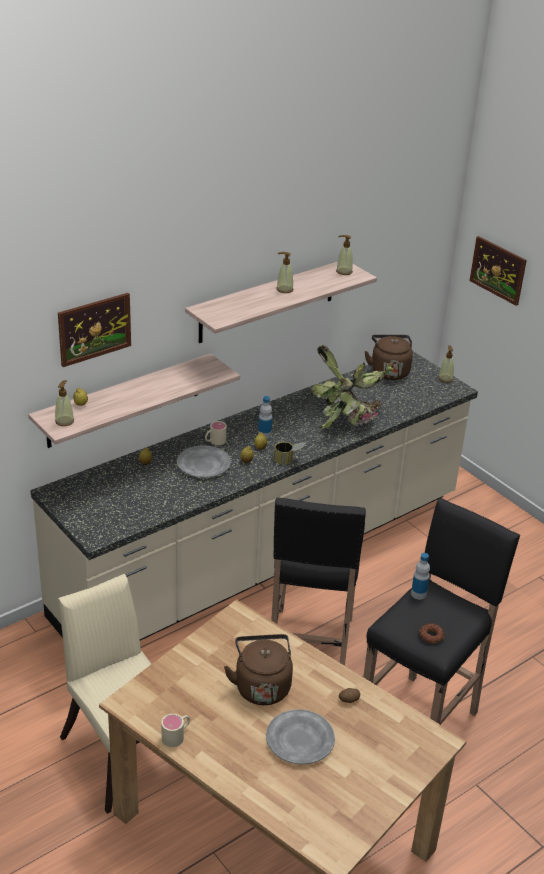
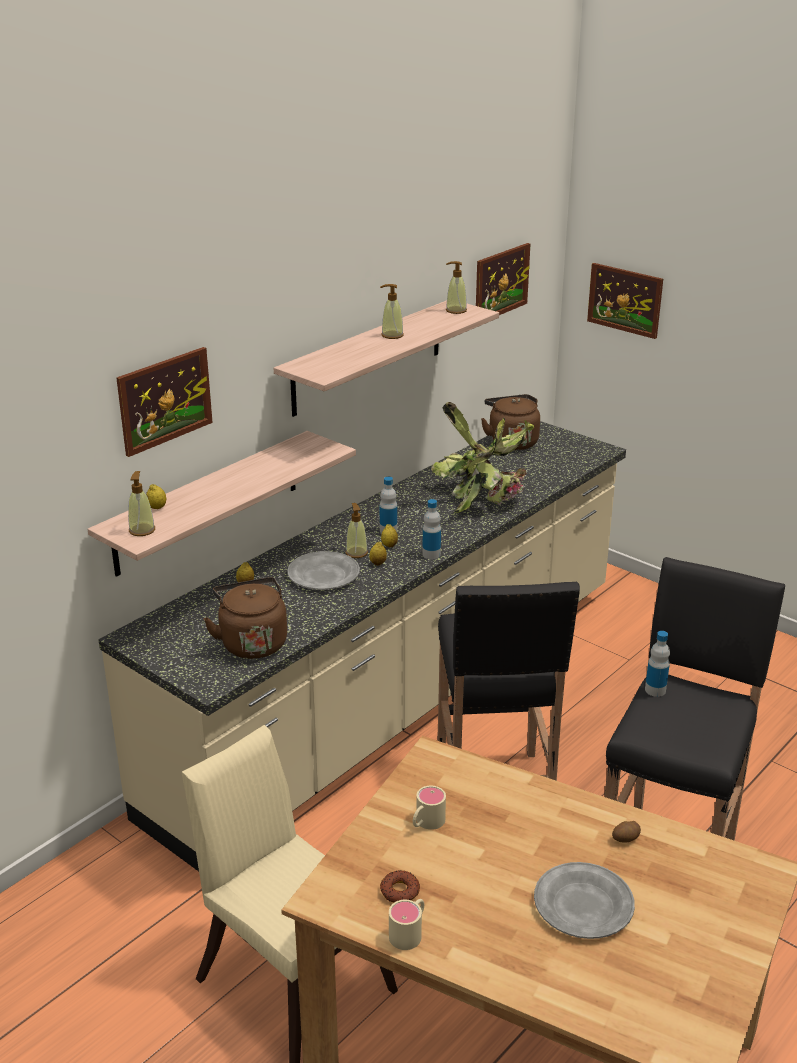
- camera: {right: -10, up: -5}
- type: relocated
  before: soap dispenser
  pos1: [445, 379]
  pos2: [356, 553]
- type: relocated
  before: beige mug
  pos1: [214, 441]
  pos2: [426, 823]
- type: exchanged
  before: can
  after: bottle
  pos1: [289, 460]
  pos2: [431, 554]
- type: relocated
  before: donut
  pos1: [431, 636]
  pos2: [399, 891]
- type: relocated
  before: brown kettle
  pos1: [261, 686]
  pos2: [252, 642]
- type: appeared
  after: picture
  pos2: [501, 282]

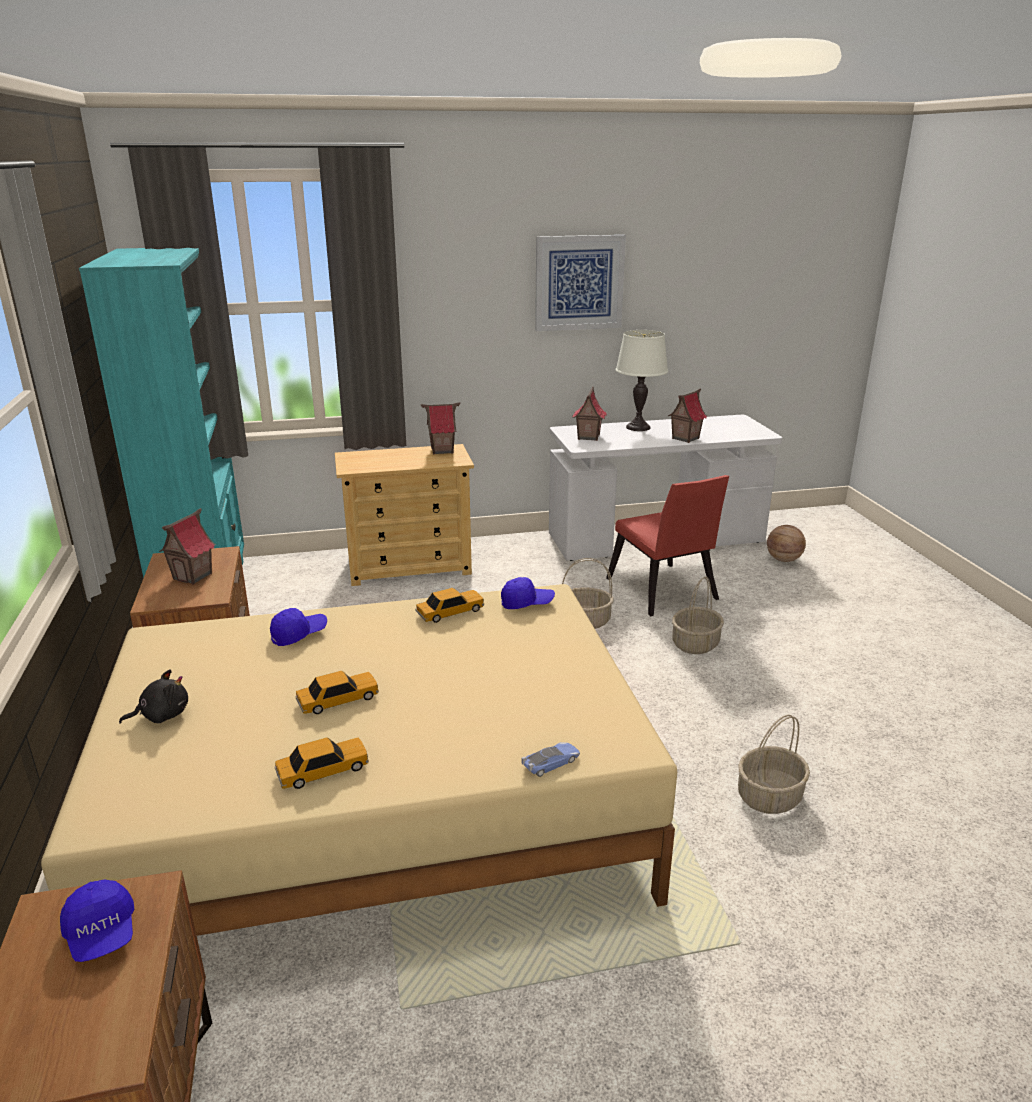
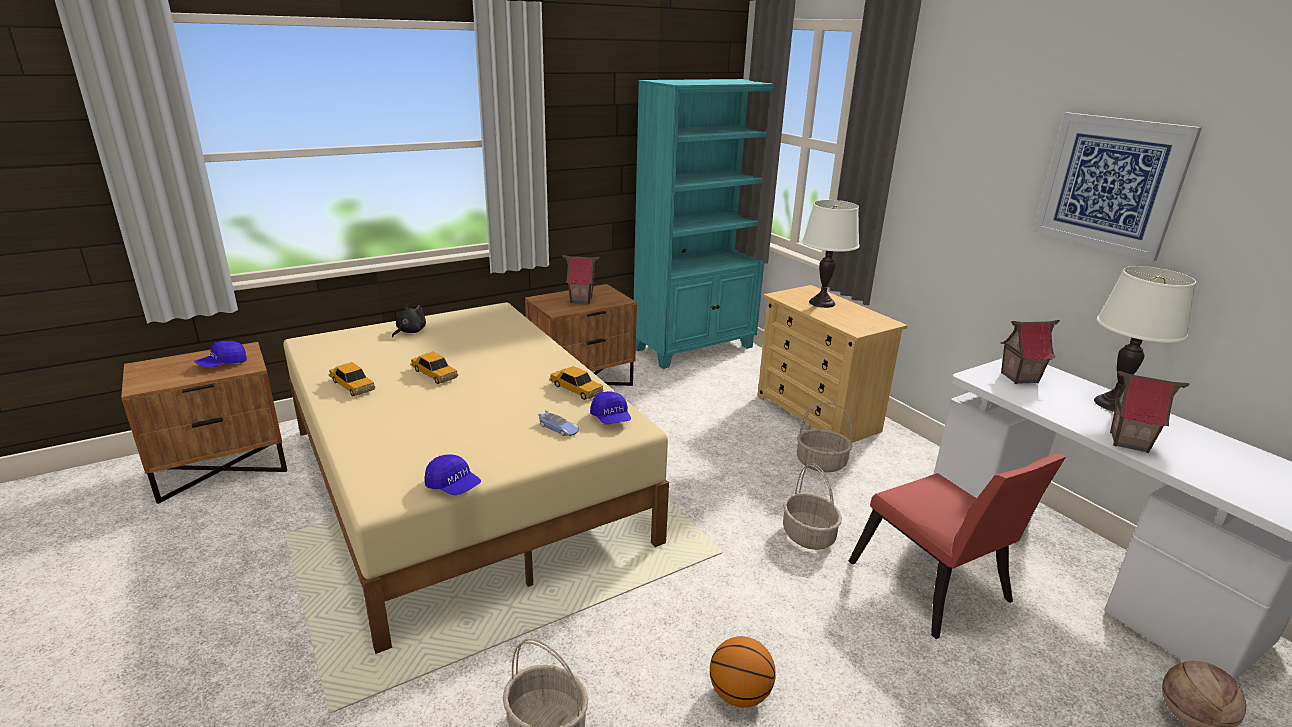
- camera: {right: 70, up: 0}
- type: missing
  before: toy house
  pos1: [442, 450]
- type: spun
  before: red chair
  pos1: [663, 593]
  pos2: [933, 589]
  turn: -75
- type: relocated
  before: basket
  pos1: [695, 644]
  pos2: [820, 463]
- type: relocated
  before: blue cap
  pos1: [299, 634]
  pos2: [453, 486]
- type: spun
  before: black plush toy
  pos1: [162, 715]
  pos2: [410, 331]
  turn: -105
- type: relocated
  before: toy car
  pos1: [551, 762]
  pos2: [559, 428]
- type: appeared
  after: white table lamp
  pos2: [822, 303]
- type: appeared
  after: basketball
  pos2: [739, 694]

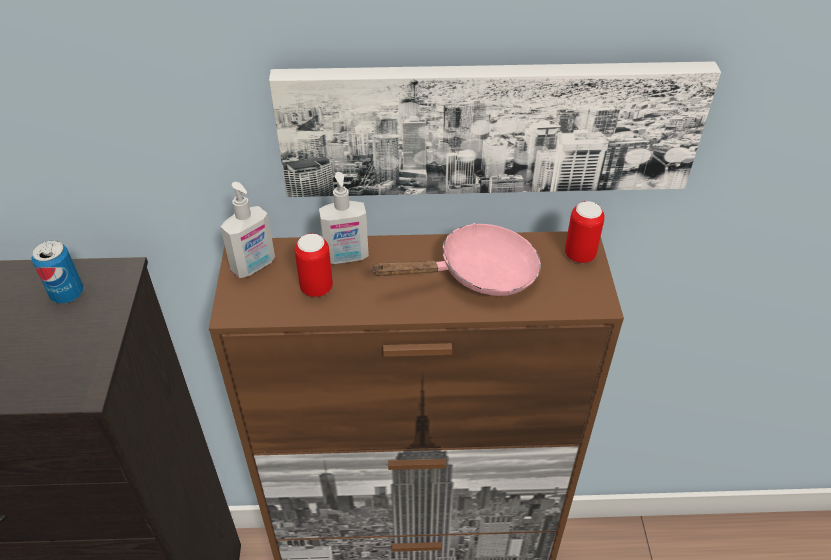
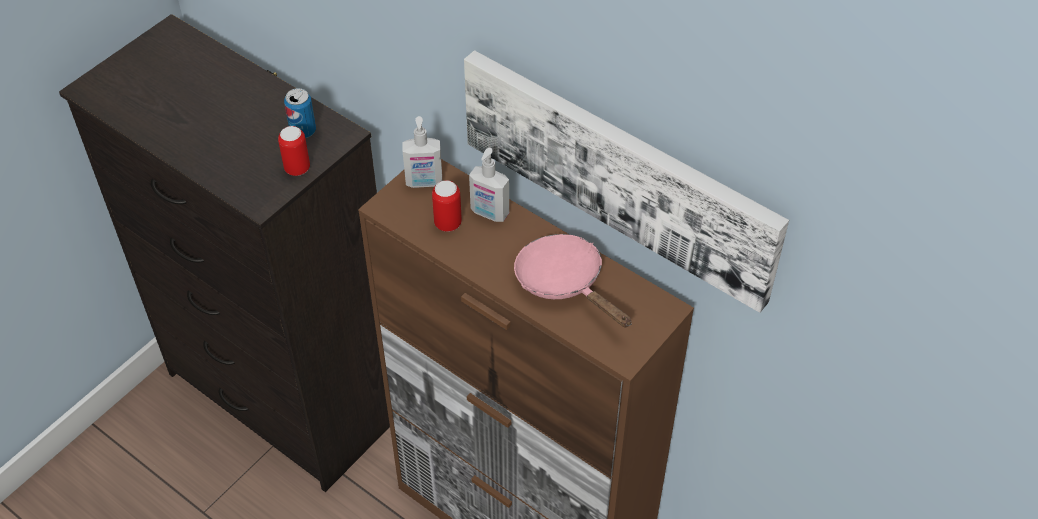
- camera: {right: 40, up: 5}
- type: relocated
  before: can
  pos1: [579, 255]
  pos2: [297, 168]
- type: spun
  before: pink frying pan
  pos1: [478, 274]
  pos2: [565, 282]
  turn: -150

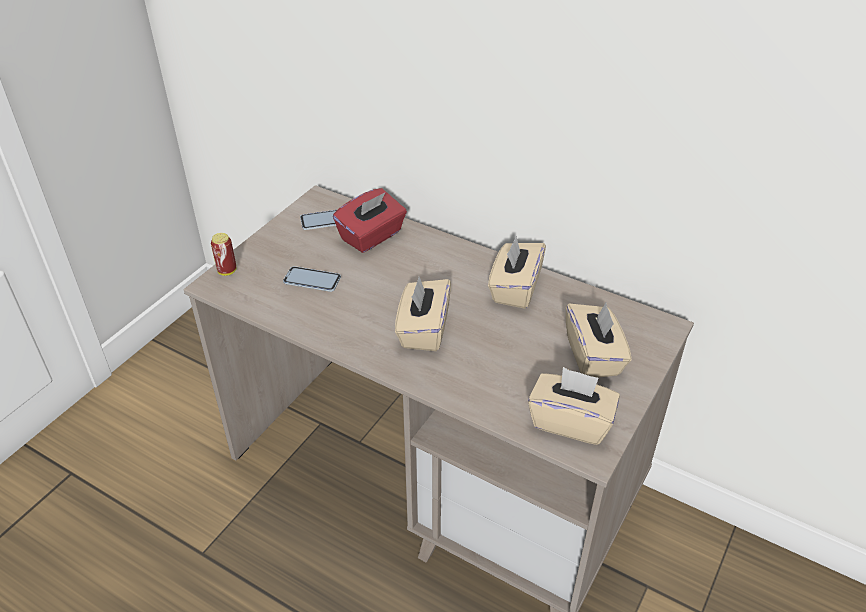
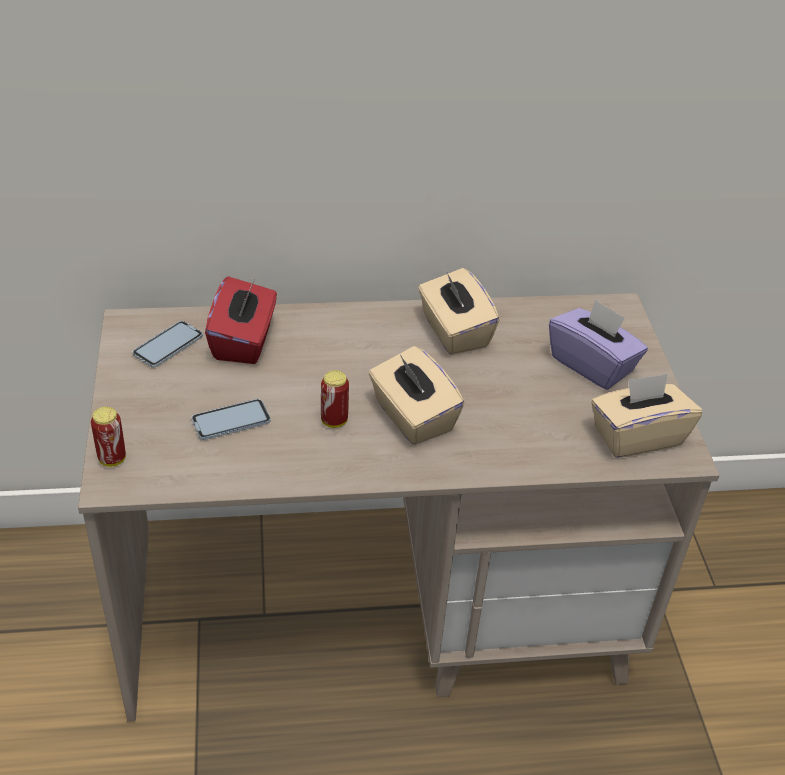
- camera: {right: -40, up: 0}
- type: colour
  before: beige tissue box
  after: purple tissue box
  pos1: [593, 356]
  pos2: [592, 365]
- type: appeared
  after: can
  pos2: [334, 421]

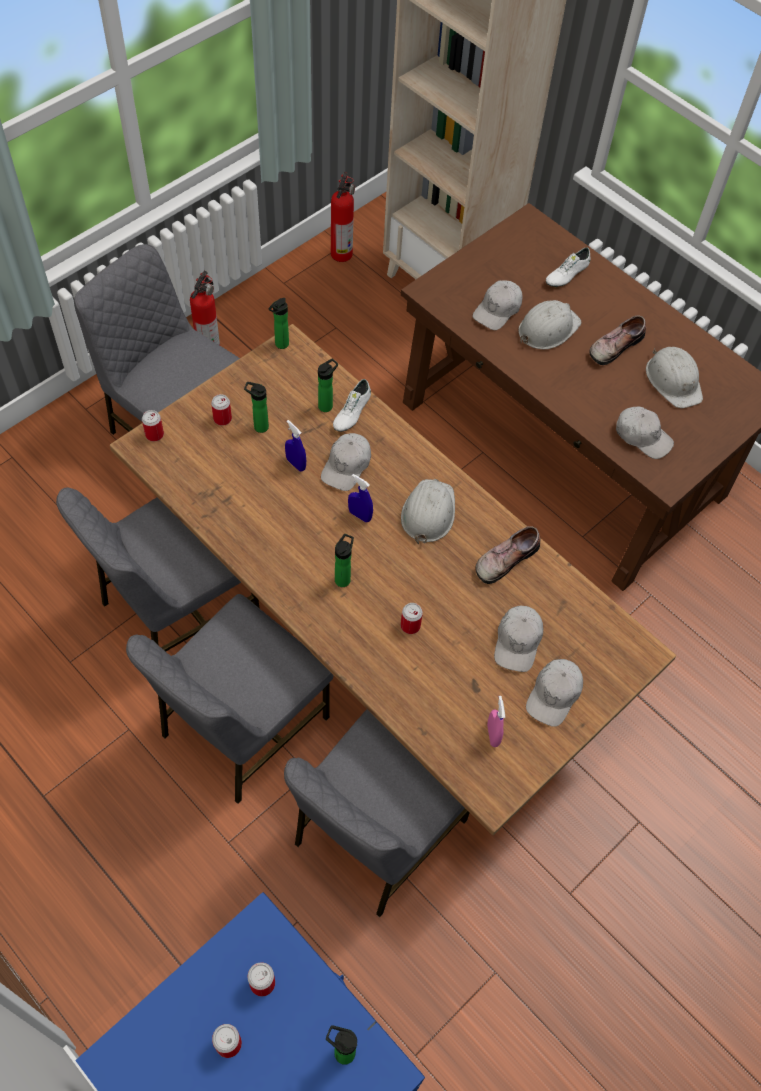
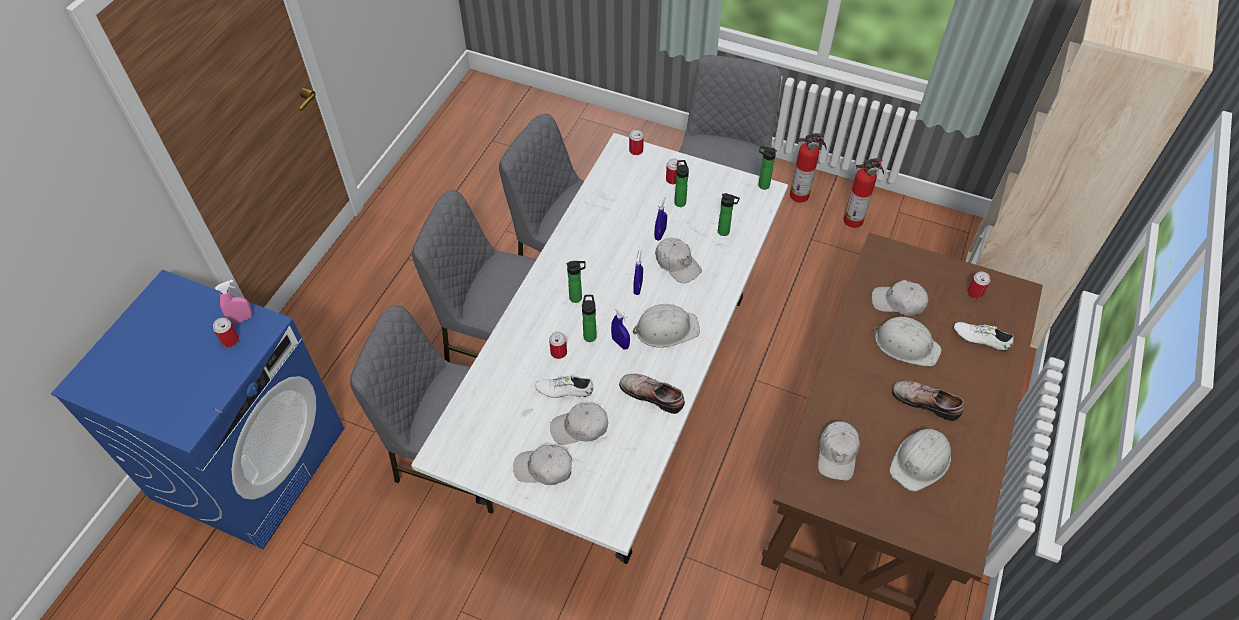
- camera: {right: 70, up: -5}
- type: relocated
  before: fire extinguisher
  pos1: [342, 253]
  pos2: [854, 220]
- type: colour
  before: brown dining table
  after: white dining table
  pos1: [374, 631]
  pos2: [619, 392]
- type: relocated
  before: white shoe
  pos1: [352, 412]
  pos2: [564, 390]
- type: spun
  before: white cap
  pos1: [347, 466]
  pos2: [677, 264]
  turn: -135
- type: relocated
  before: pink spray bottle
  pos1: [492, 735]
  pos2: [242, 319]
- type: relocated
  before: can
  pos1: [228, 1044]
  pos2: [974, 293]
- type: relocated
  before: bottle
  pos1: [341, 1051]
  pos2: [590, 335]
- type: appeared
  after: blue spray bottle
  pos2: [620, 343]

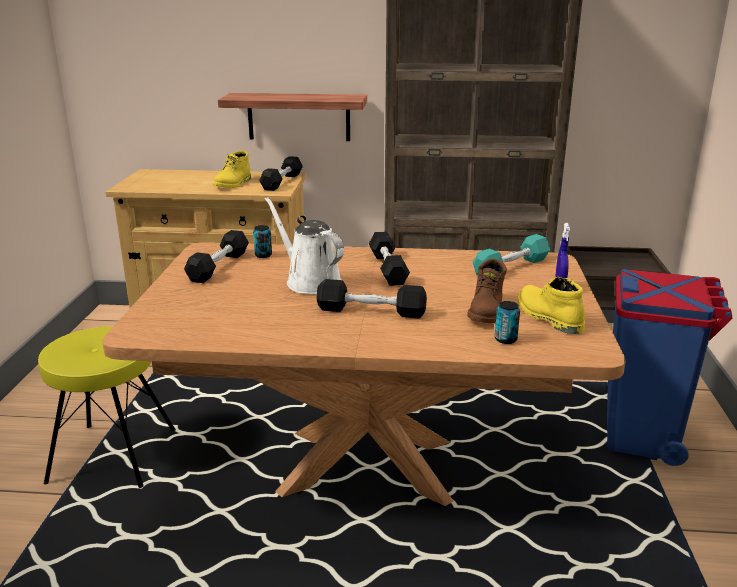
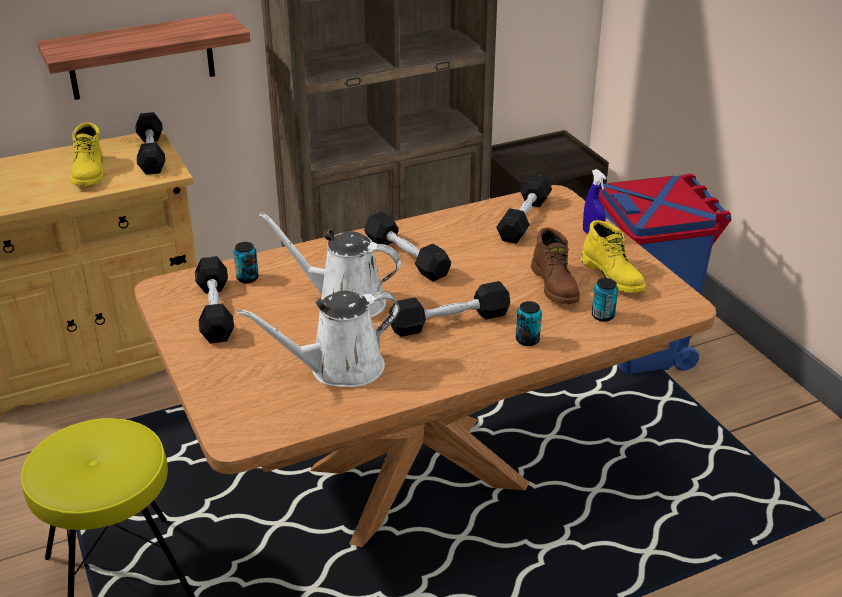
- camera: {right: -30, up: 10}
- type: colour
  before: turquoise dumbbell
  after: black dumbbell
  pos1: [511, 267]
  pos2: [524, 219]
- type: spun
  before: yellow boot
  pos1: [547, 317]
  pos2: [613, 276]
  turn: -150
- type: appeared
  after: white watering can
  pos2: [339, 368]
- type: appeared
  after: can
  pos2: [527, 340]

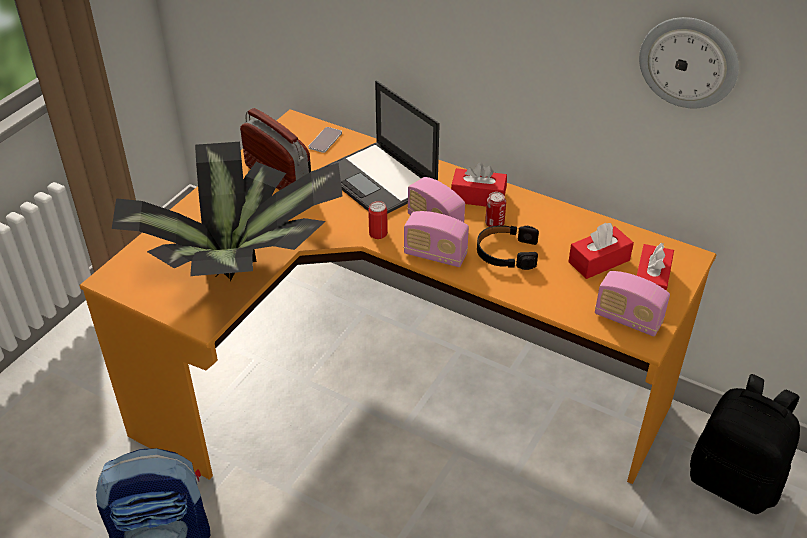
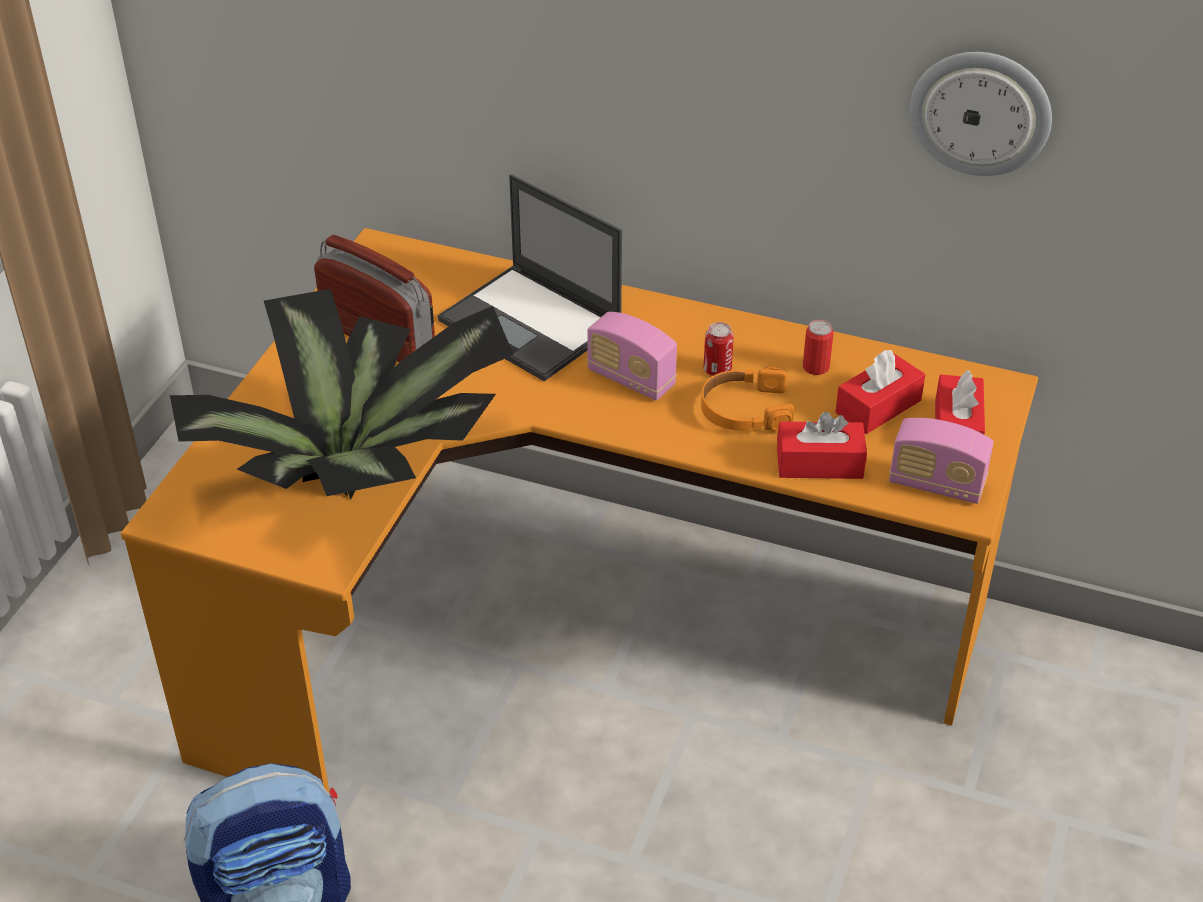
- camera: {right: -10, up: 0}
- type: missing
  before: phone
  pos1: [325, 140]
- type: relocated
  before: red tissue box
  pos1: [478, 197]
  pos2: [819, 463]
- type: relocated
  before: can
  pos1: [378, 233]
  pos2: [816, 367]
- type: missing
  before: radio
  pos1: [435, 255]
- type: colour
  before: black headphones
  after: orange headphones
  pos1: [506, 253]
  pos2: [745, 410]
- type: missing
  before: black backpack
  pos1: [734, 481]

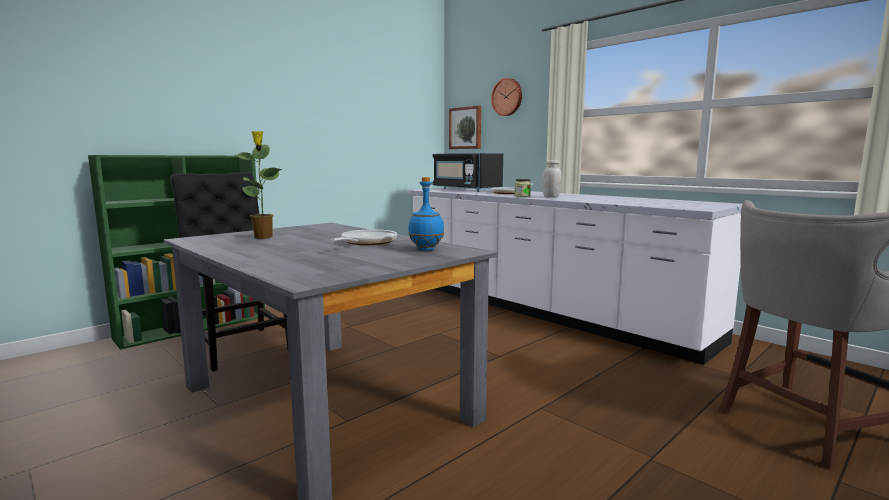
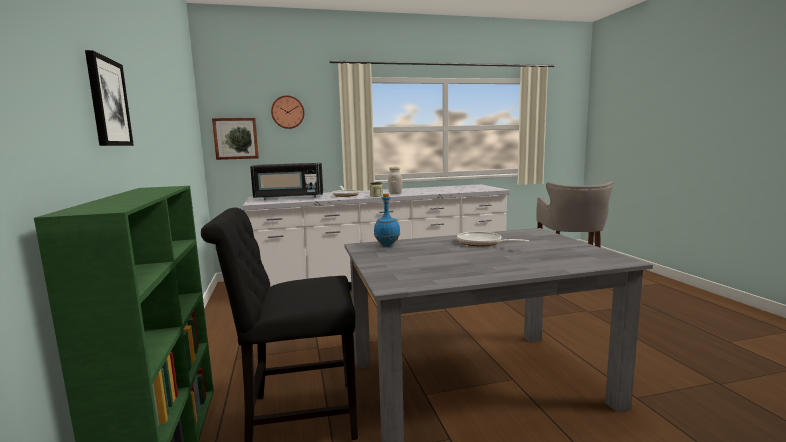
- camera: {right: -60, up: 0}
- type: missing
  before: potted plant
  pos1: [263, 237]
- type: relocated
  before: blue bottle
  pos1: [426, 249]
  pos2: [387, 245]
- type: appeared
  after: picture
  pos2: [108, 102]

